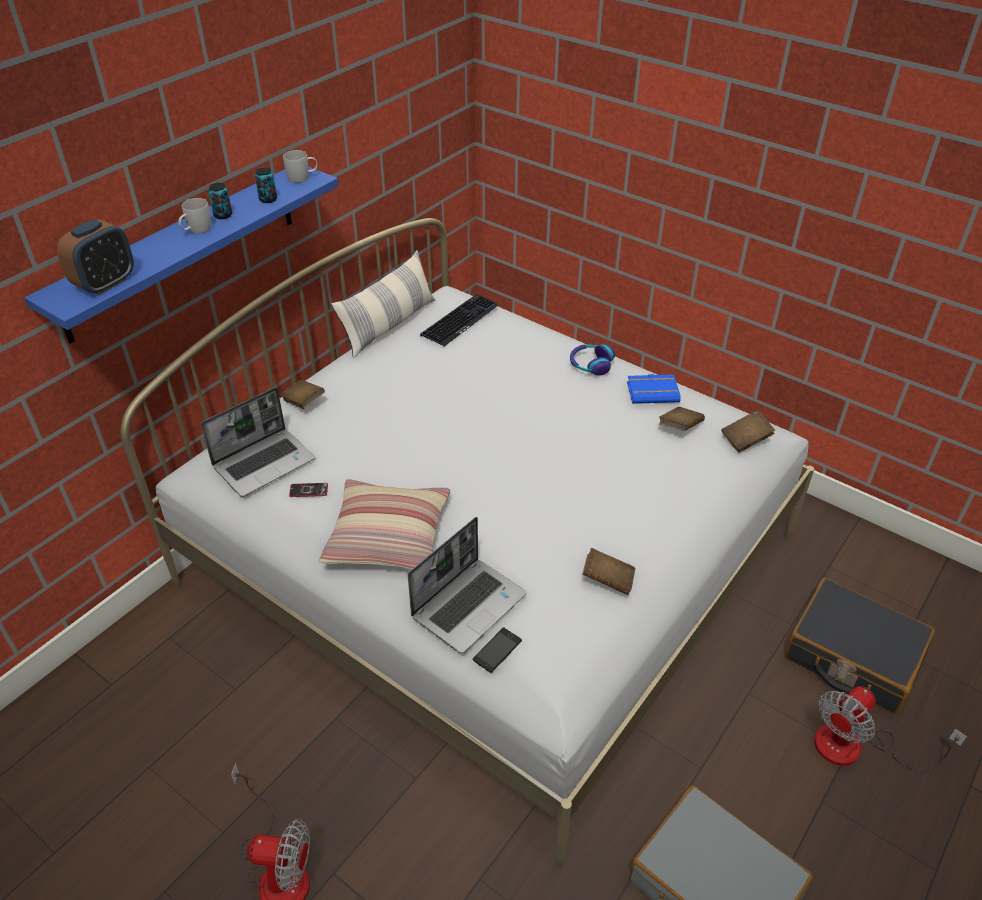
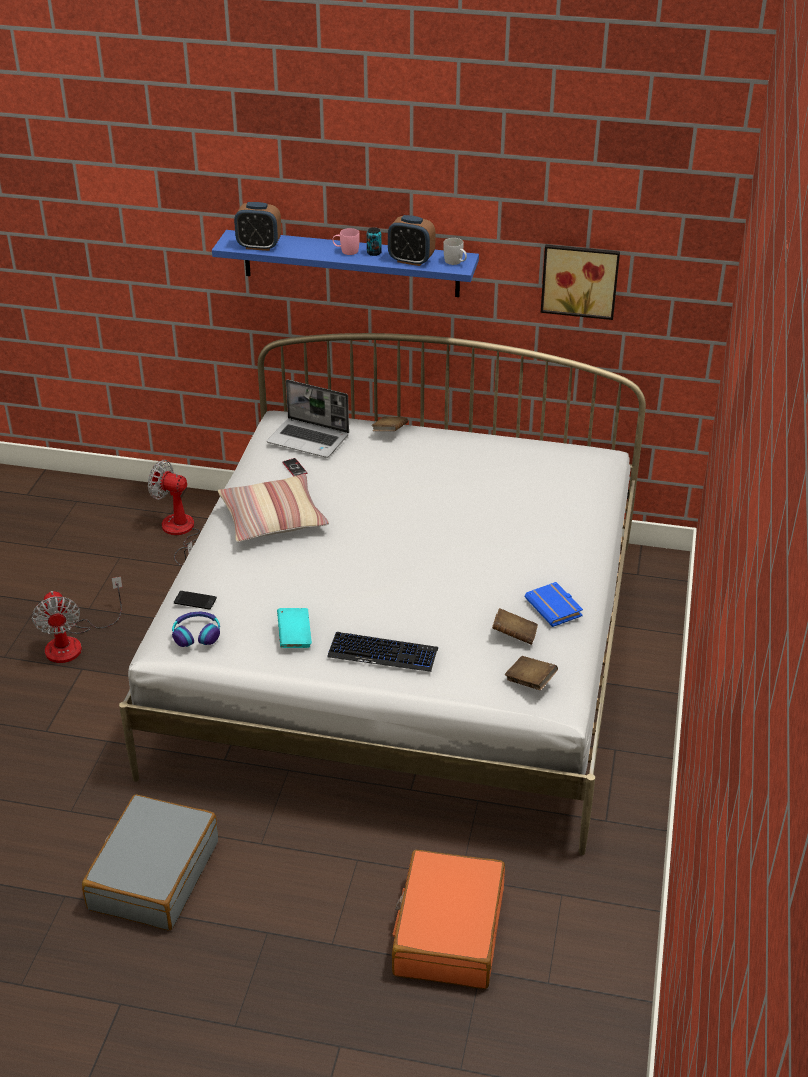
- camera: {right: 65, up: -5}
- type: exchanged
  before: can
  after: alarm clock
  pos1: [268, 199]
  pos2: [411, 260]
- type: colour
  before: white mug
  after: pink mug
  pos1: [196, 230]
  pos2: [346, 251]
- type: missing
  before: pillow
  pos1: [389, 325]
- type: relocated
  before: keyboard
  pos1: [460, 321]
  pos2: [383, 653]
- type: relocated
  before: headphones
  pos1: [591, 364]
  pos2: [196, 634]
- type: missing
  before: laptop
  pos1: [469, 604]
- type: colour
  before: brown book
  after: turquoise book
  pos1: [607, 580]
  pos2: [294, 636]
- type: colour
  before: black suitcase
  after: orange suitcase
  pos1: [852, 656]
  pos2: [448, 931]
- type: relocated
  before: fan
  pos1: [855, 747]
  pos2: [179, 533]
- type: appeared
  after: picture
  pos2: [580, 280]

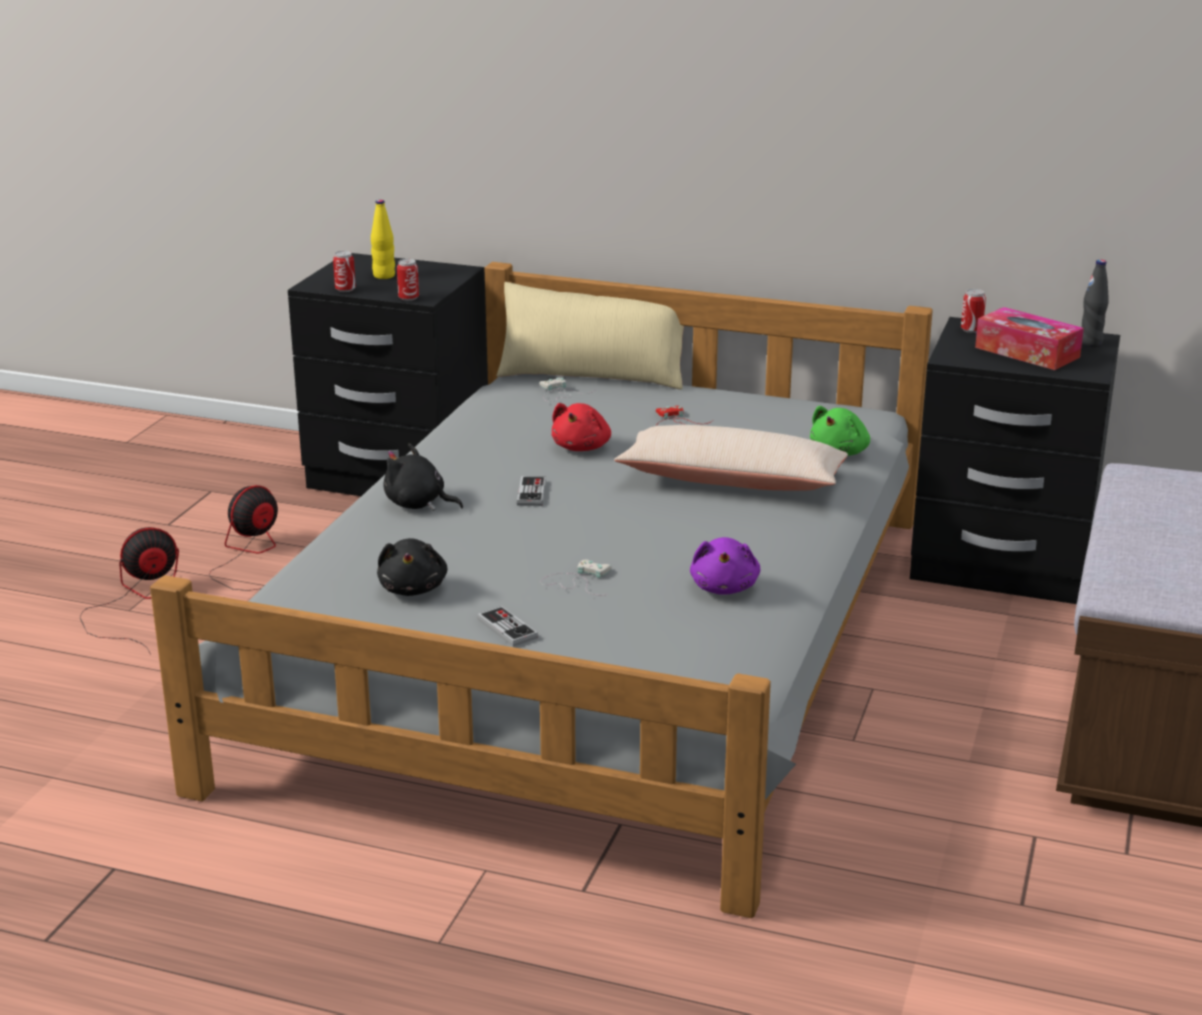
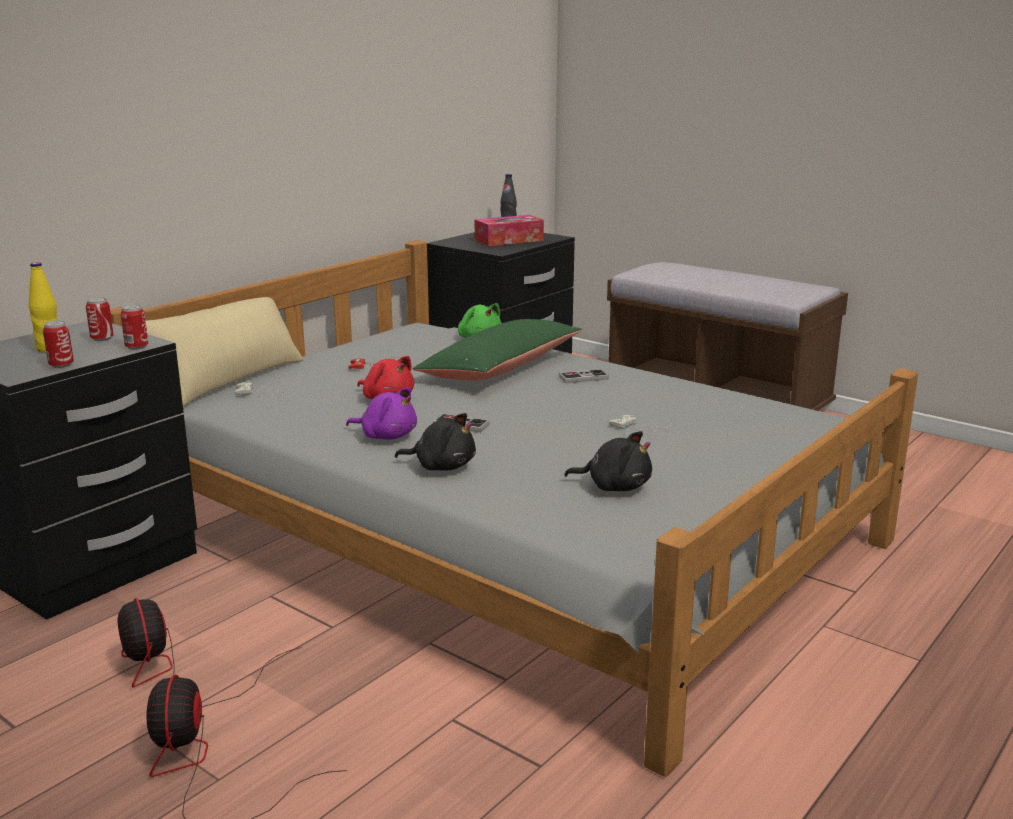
- camera: {right: -70, up: -5}
- type: relocated
  before: can
  pos1: [971, 330]
  pos2: [102, 339]
- type: colour
  before: beige pillow
  after: green pillow
  pos1: [732, 481]
  pos2: [500, 368]
- type: spun
  before: black plush toy
  pos1: [418, 504]
  pos2: [441, 466]
  turn: -120
- type: relocated
  before: purple plush toy
  pos1: [724, 587]
  pos2: [386, 436]
- type: relocated
  before: game controller
  pos1: [507, 628]
  pos2: [583, 378]

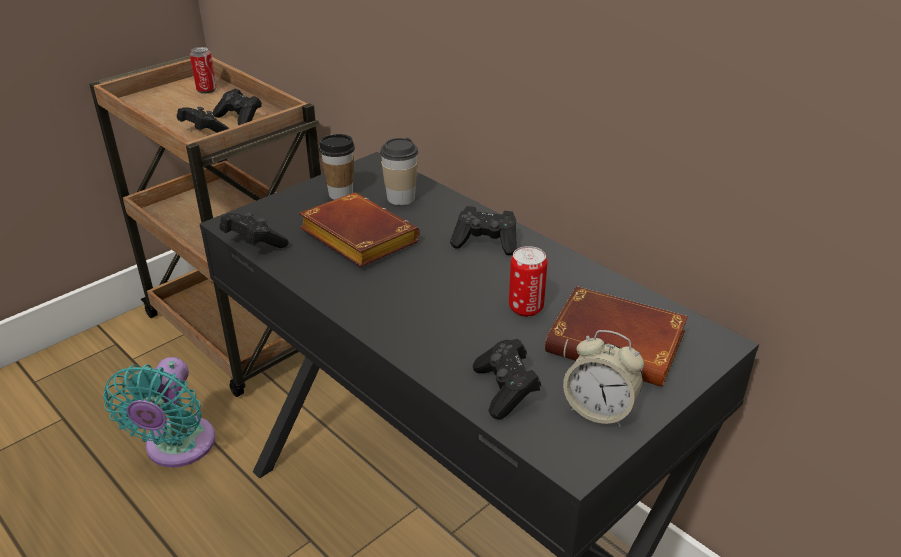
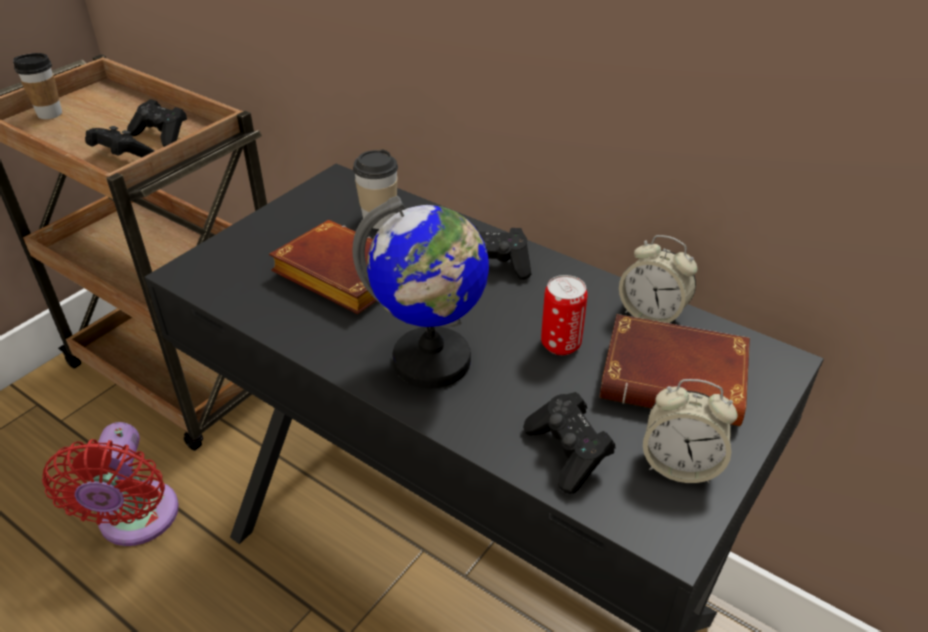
- camera: {right: -10, up: 5}
- type: missing
  before: can
  pos1: [206, 90]
- type: relocated
  before: cup
  pos1: [340, 194]
  pos2: [50, 114]
- type: missing
  before: black game controller
  pos1: [253, 243]
- type: colour
  before: turquoise fan
  after: red fan
  pos1: [177, 448]
  pos2: [136, 521]
- type: appeared
  after: globe
  pos2: [432, 361]
- type: appeared
  after: alarm clock
  pos2: [652, 314]

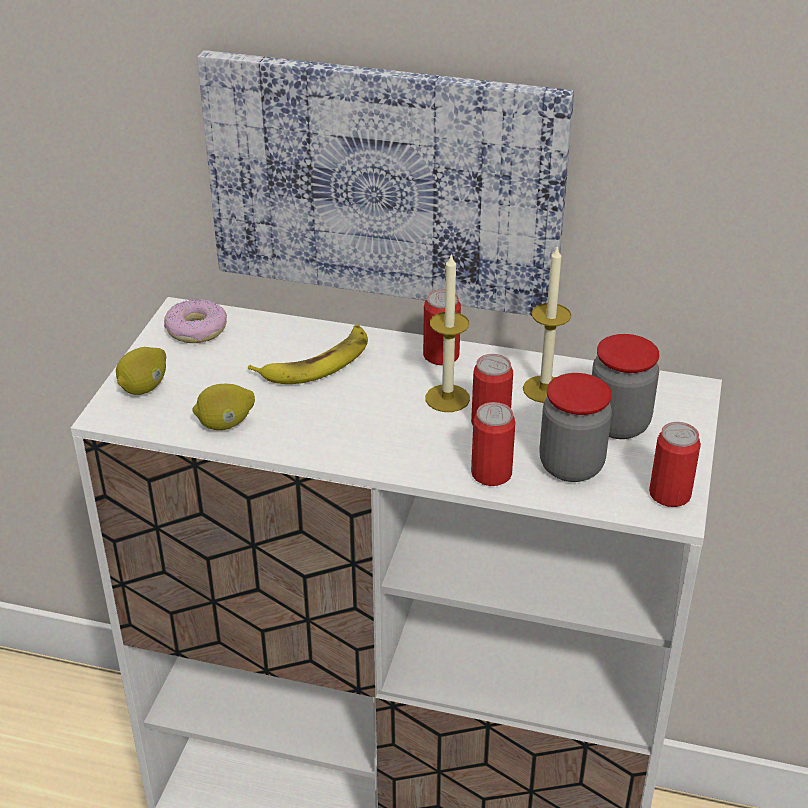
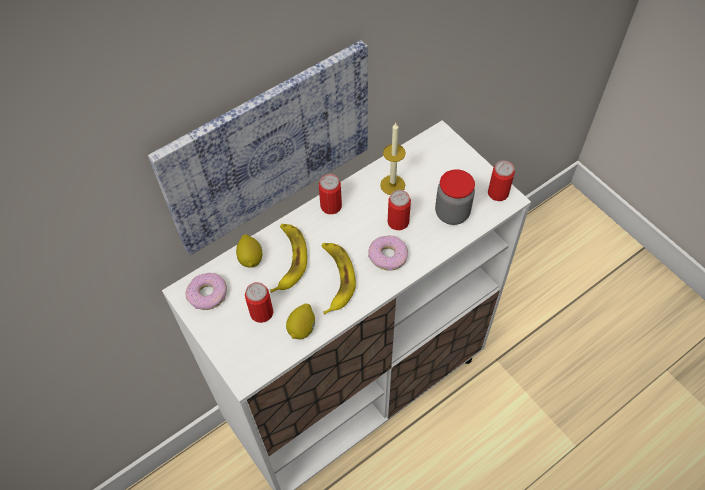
- camera: {right: -50, up: 20}
- type: missing
  before: candle
  pos1: [447, 398]
- type: missing
  before: jar
  pos1: [618, 424]
- type: relocated
  before: lemon
  pos1: [144, 387]
  pos2: [251, 258]
- type: relocated
  before: can
  pos1: [491, 474]
  pos2: [261, 312]
- type: appeared
  after: donut
  pos2: [388, 256]
- type: appeared
  after: banana
  pos2: [335, 278]

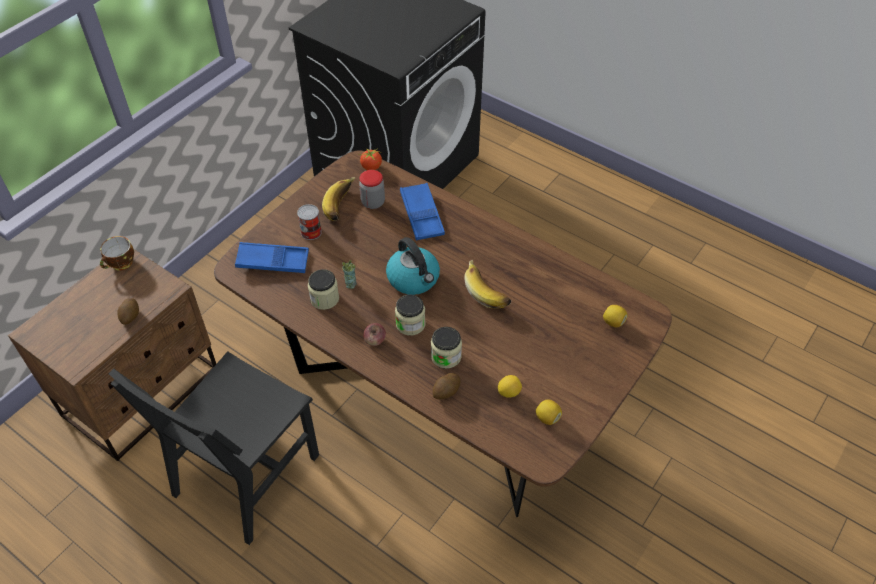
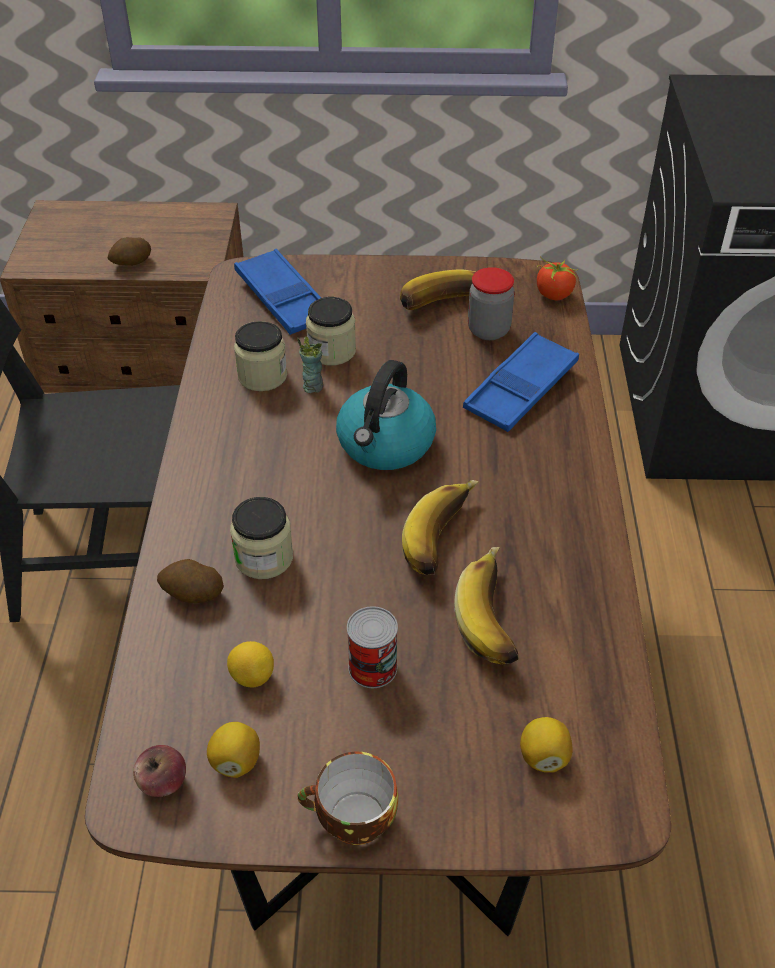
- camera: {right: 55, up: -5}
- type: relocated
  before: can
  pos1: [311, 232]
  pos2: [372, 667]
- type: relocated
  before: cup
  pos1: [121, 264]
  pos2: [352, 821]
- type: relocated
  before: jar
  pos1: [410, 324]
  pos2: [331, 351]
- type: relocated
  before: apple
  pos1: [375, 340]
  pos2: [163, 783]
- type: appeared
  after: banana
  pos2: [496, 619]

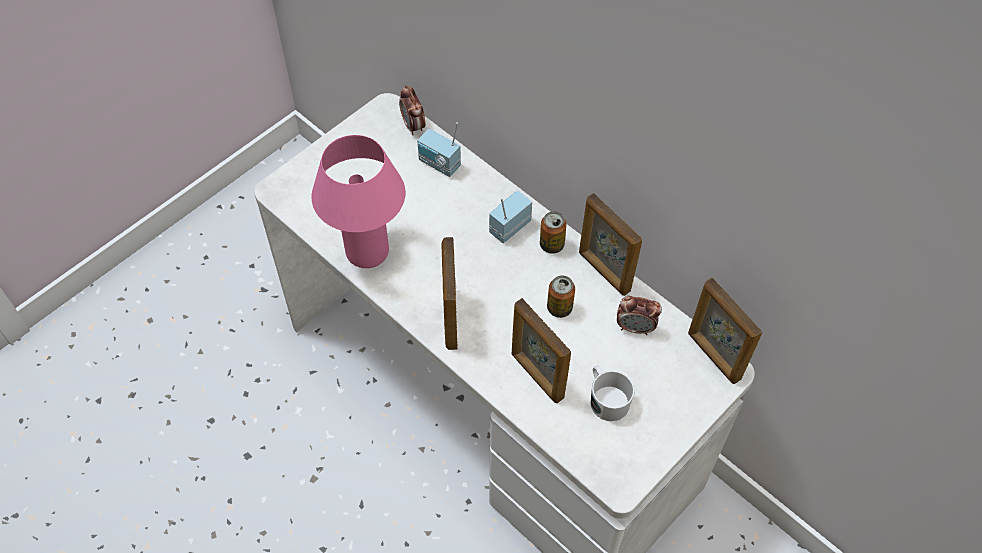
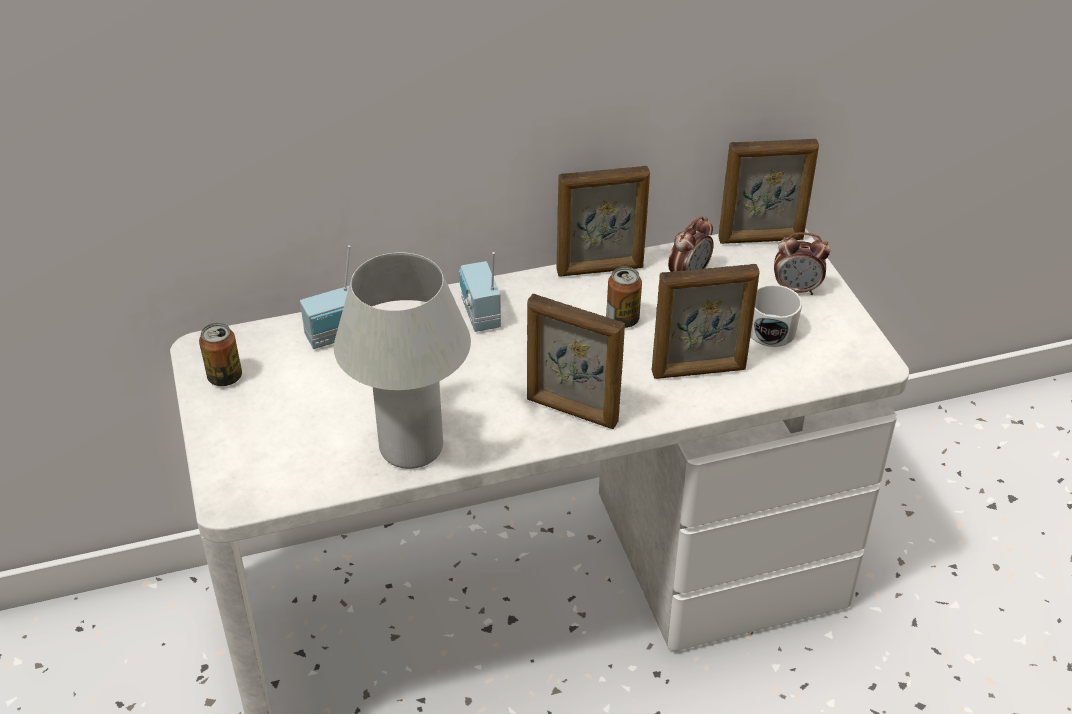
- camera: {right: -60, up: -15}
- type: relocated
  before: alarm clock
  pos1: [413, 126]
  pos2: [796, 289]
- type: colour
  before: pink table lamp
  after: white table lamp
  pos1: [367, 251]
  pos2: [411, 448]
- type: relocated
  before: can
  pos1: [551, 245]
  pos2: [225, 377]

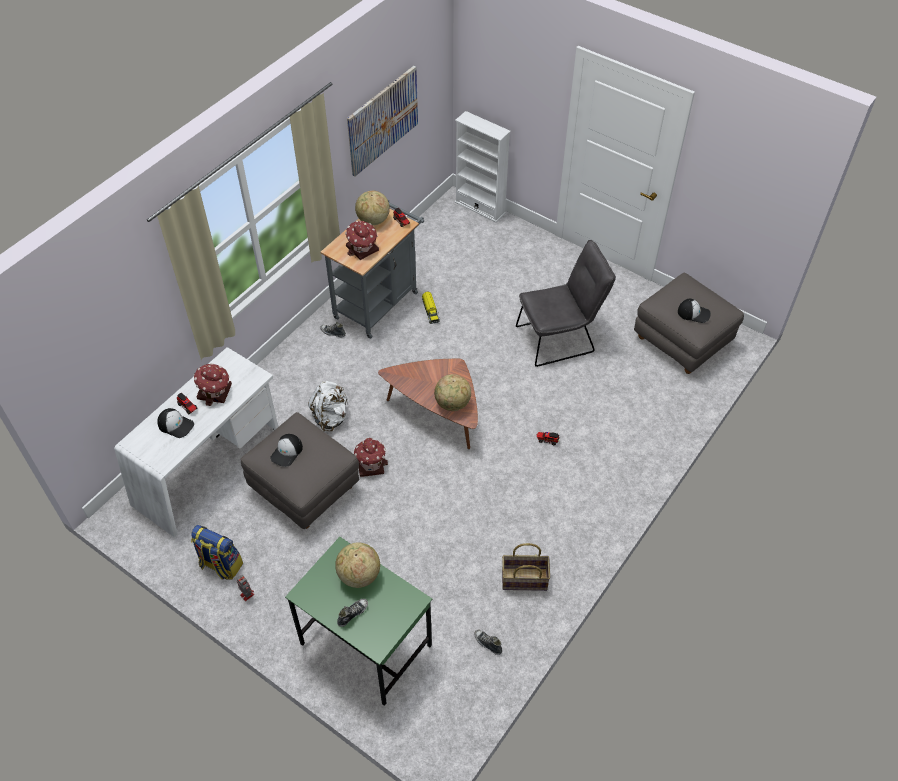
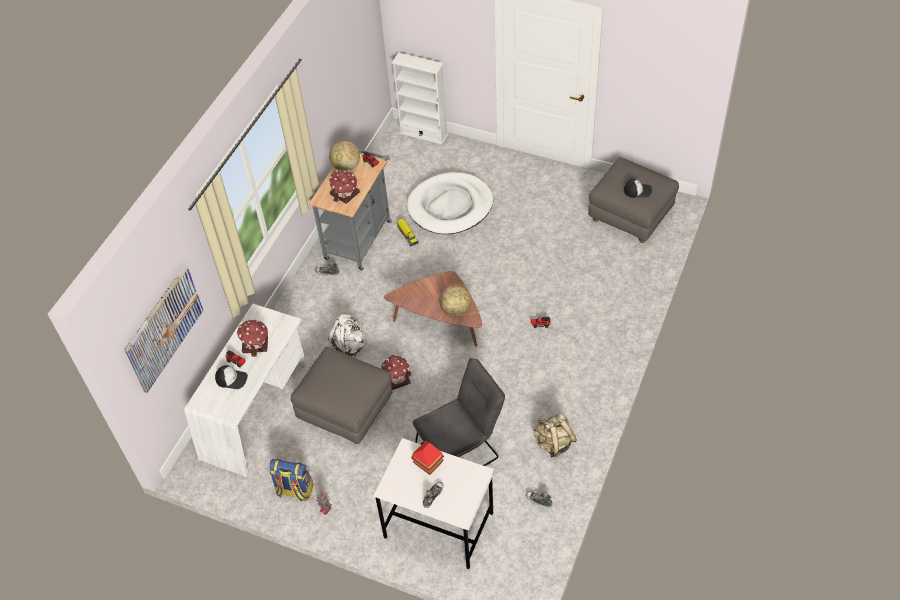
- camera: {right: -10, up: 0}
- type: relocated
  before: picture
  pos1: [382, 120]
  pos2: [164, 328]
- type: relocated
  before: grey chair
  pos1: [560, 338]
  pos2: [461, 450]
- type: missing
  before: cap
  pos1: [287, 452]
- type: colour
  before: green desk
  after: white desk
  pos1: [365, 645]
  pos2: [438, 525]
- type: exchanged
  before: globe
  after: toy house
  pos1: [359, 575]
  pos2: [428, 464]
- type: exchanged
  before: basket
  after: beige backpack
  pos1: [524, 580]
  pos2: [554, 443]
- type: appeared
  after: white dog bed
  pos2: [450, 206]

